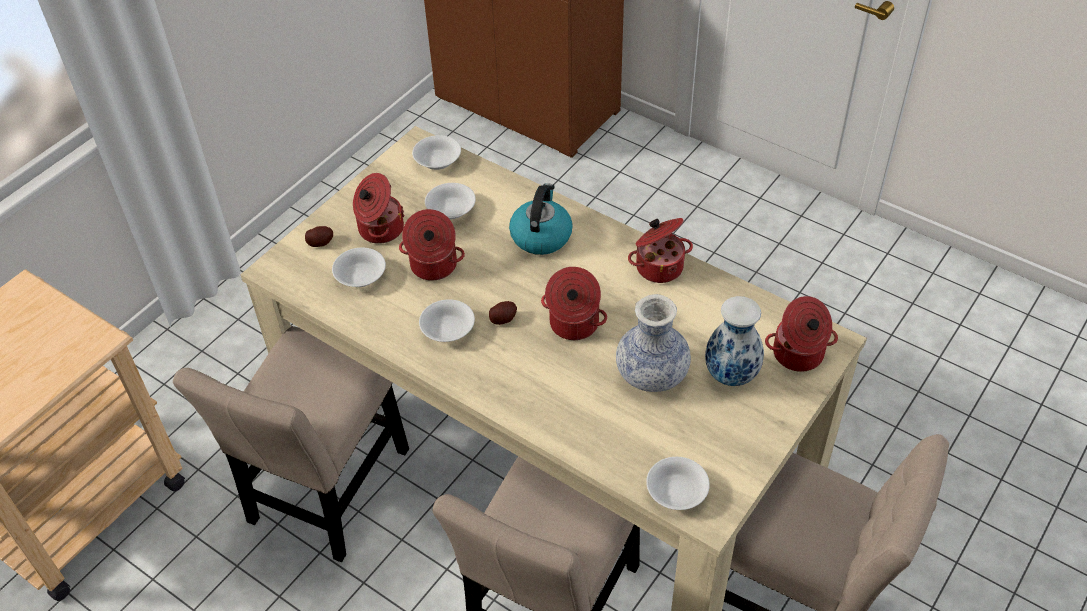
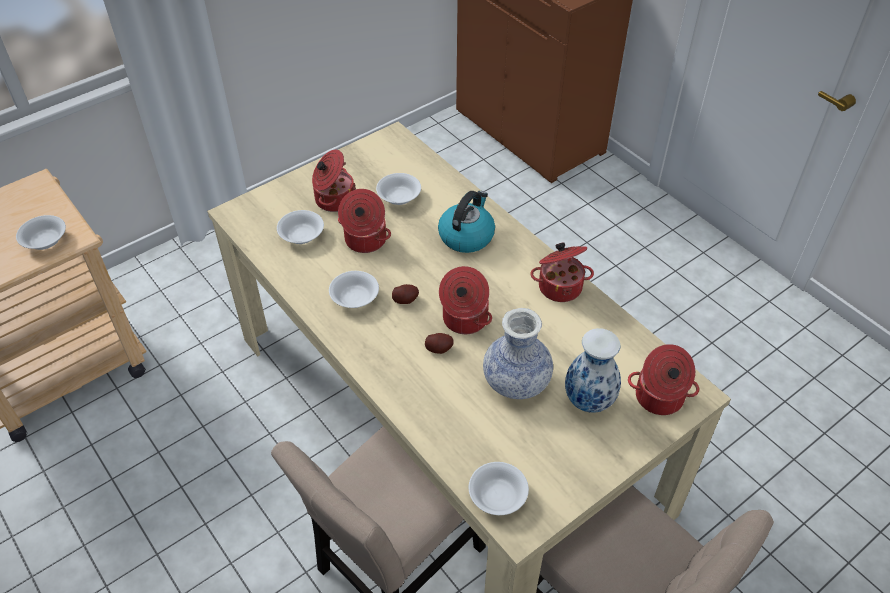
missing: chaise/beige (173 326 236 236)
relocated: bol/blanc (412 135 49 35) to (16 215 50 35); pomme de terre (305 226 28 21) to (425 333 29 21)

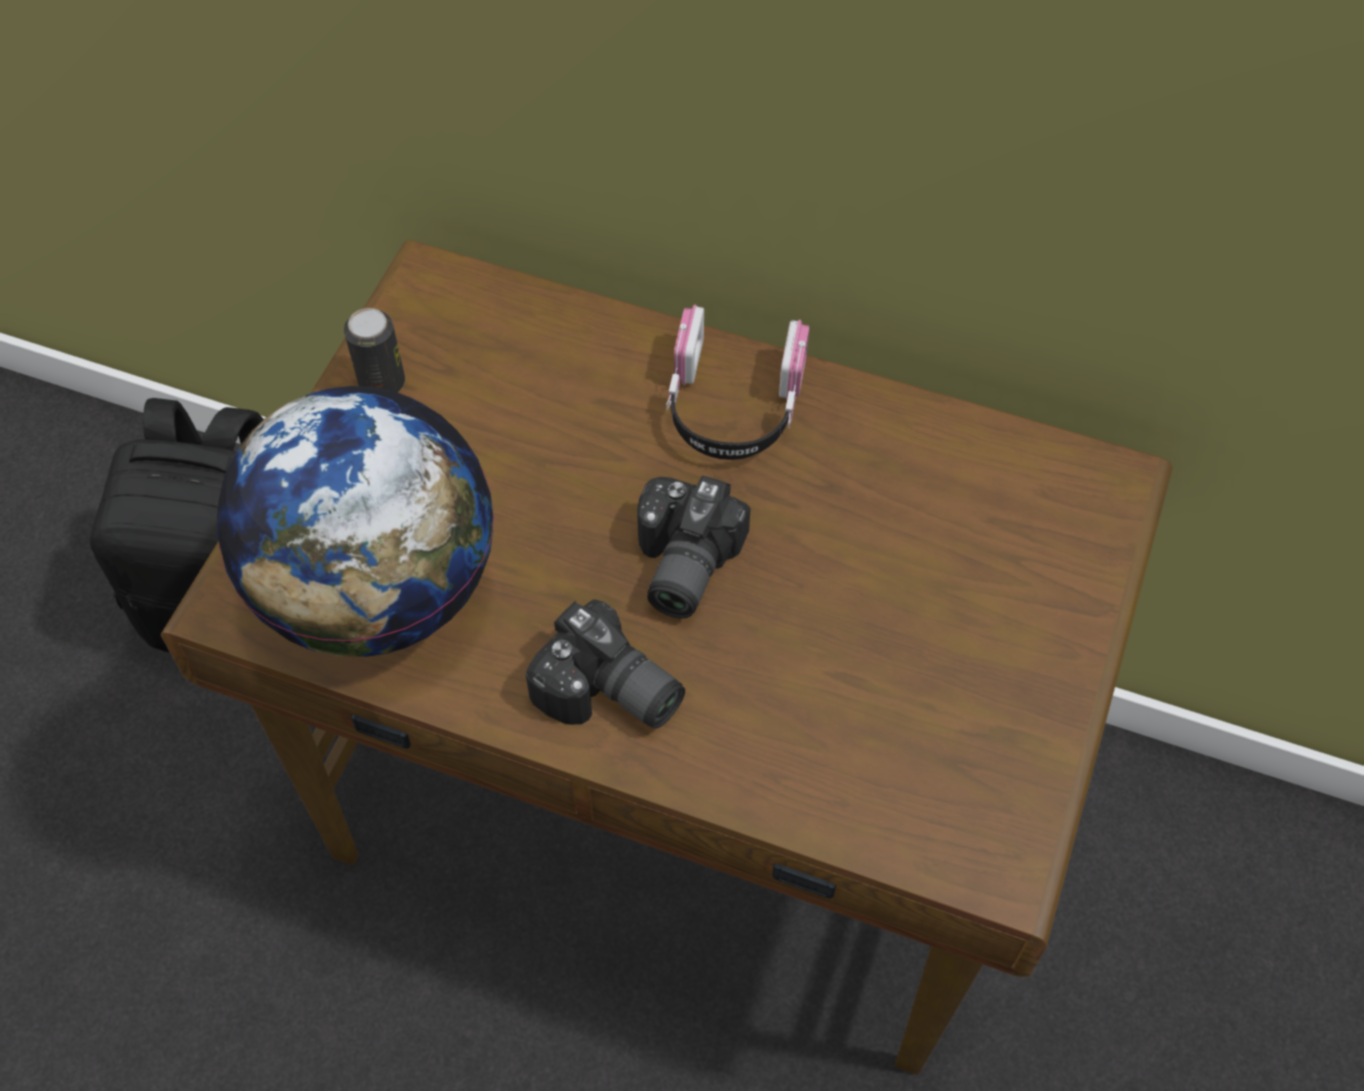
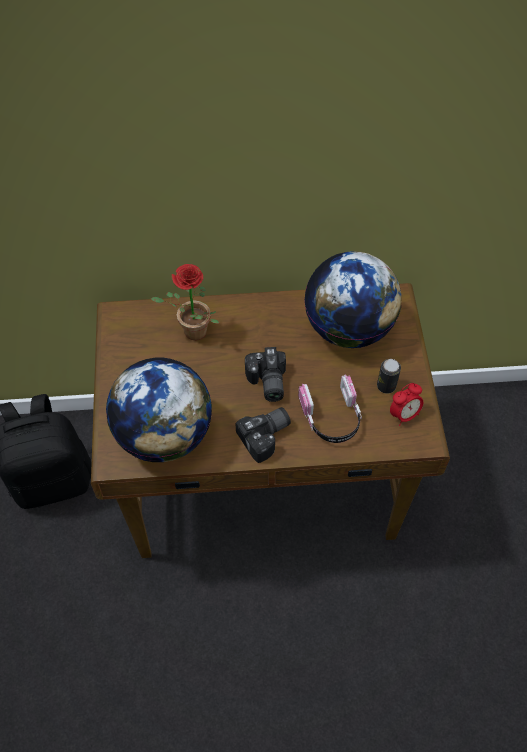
appeared: plante en pot (151 264 68 76); globe (305 251 97 97); réveil (390 383 33 43)
relocated: casque audio (666 305 143 155) to (298 374 64 69); boîte métallique (344 308 61 85) to (377 359 24 35)
spun: appareil photo (526 600 159 129) = (235 407 56 56) 45 degrees counterclockwise

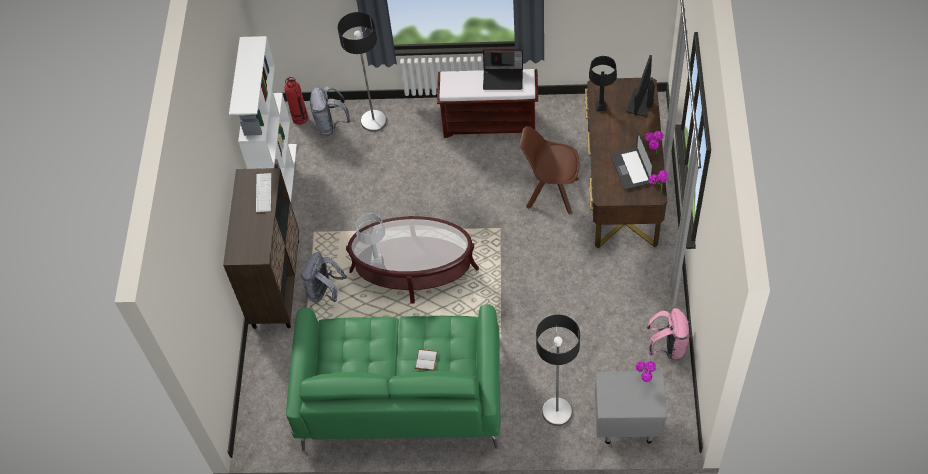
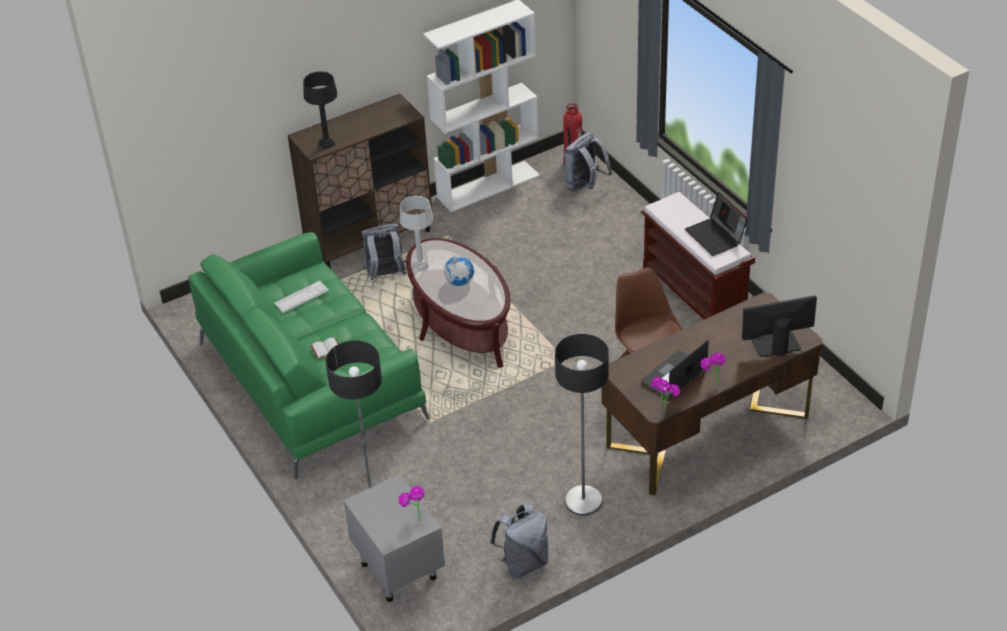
appeared: globe (442 255 33 32)
relocated: clavier (256 173 15 39) to (274 281 55 32); lampe de table/noir (589 56 28 55) to (303 71 34 78); lampadaire (338 12 49 120) to (555 334 54 182)
colour: sac à dos/rose (646 308 44 52) to sac à dos/gris (490 504 59 74)

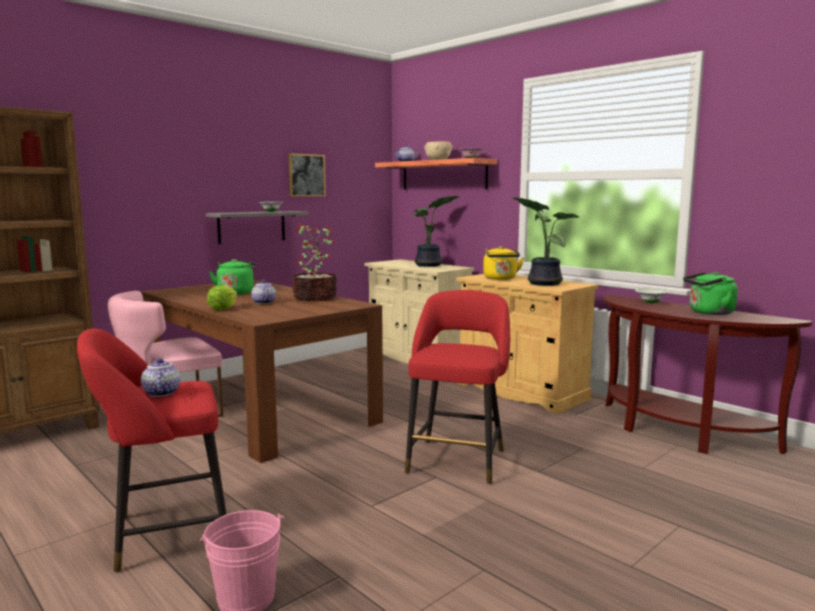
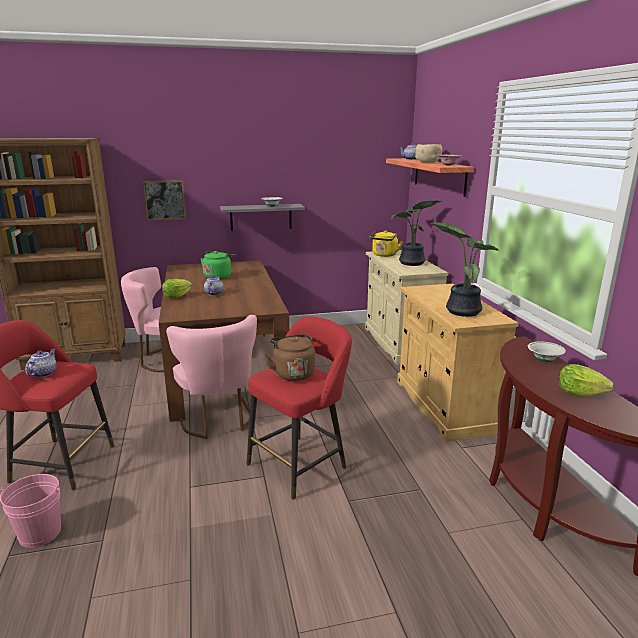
missing: plante en pot (292 224 45 77)
appeared: chaise/rose (166 315 91 124); bouilloire/marron (265 334 50 47)
relocated: tableau (288 153 38 43) to (143 180 43 40); bouilloire/jaune (483 246 41 34) to (370 231 33 26)
exchanged: bouilloire/vert (683 272 55 43) to laitue (559 364 55 32)

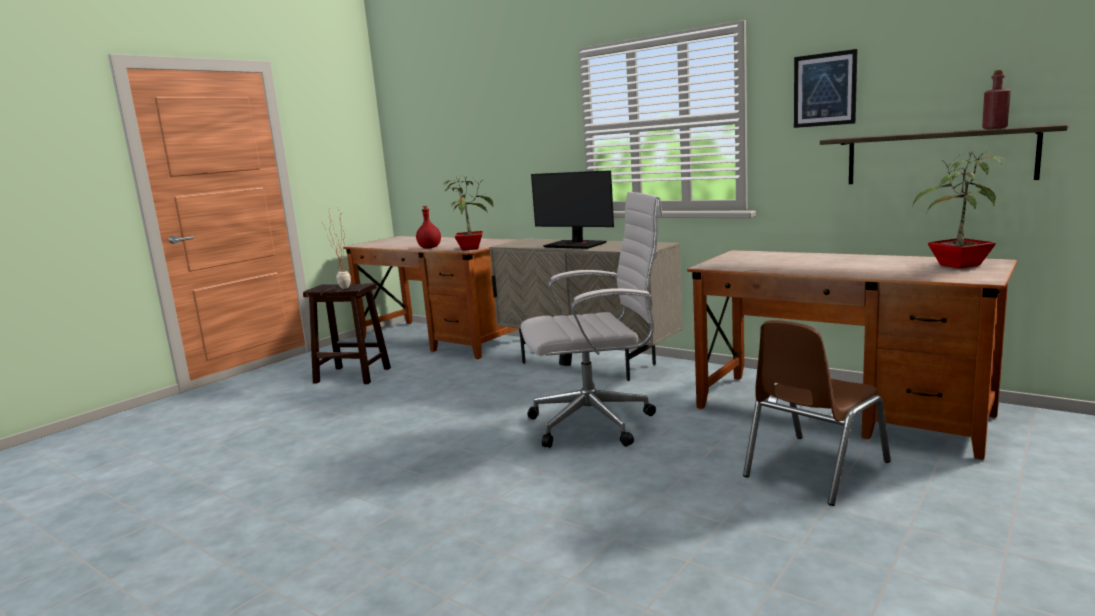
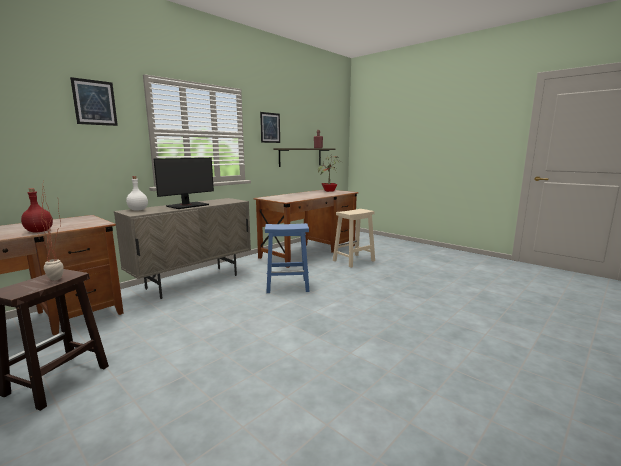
missing: plante en pot (444 176 50 74)
appeared: tableau (70 77 48 49); bouteille/blanc (126 176 22 35)
exchanged: chaise de bureau/blanc (521 192 142 256) to tabouret/bleu (265 223 45 70); chaise/marron (743 320 148 186) to tabouret/beige (333 209 42 59)

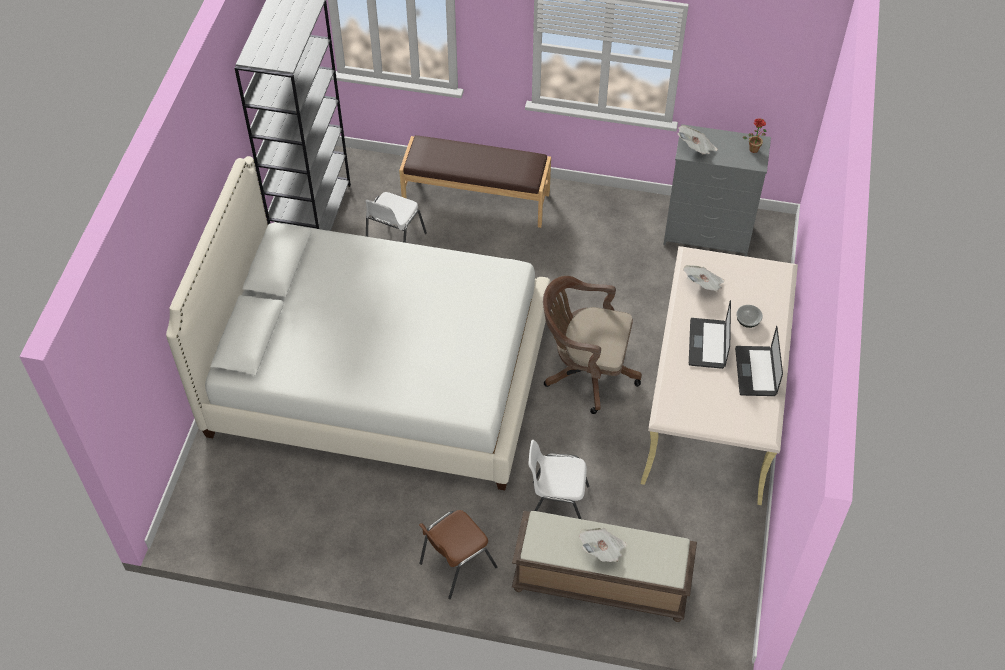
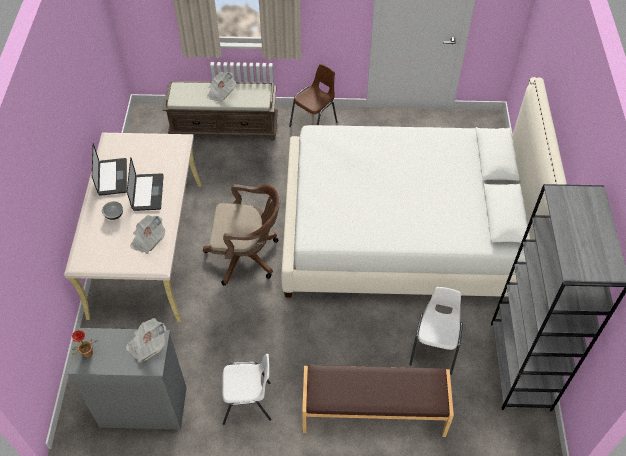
relocated: chaise/blanc (528 440 62 79) to (222 354 50 71)

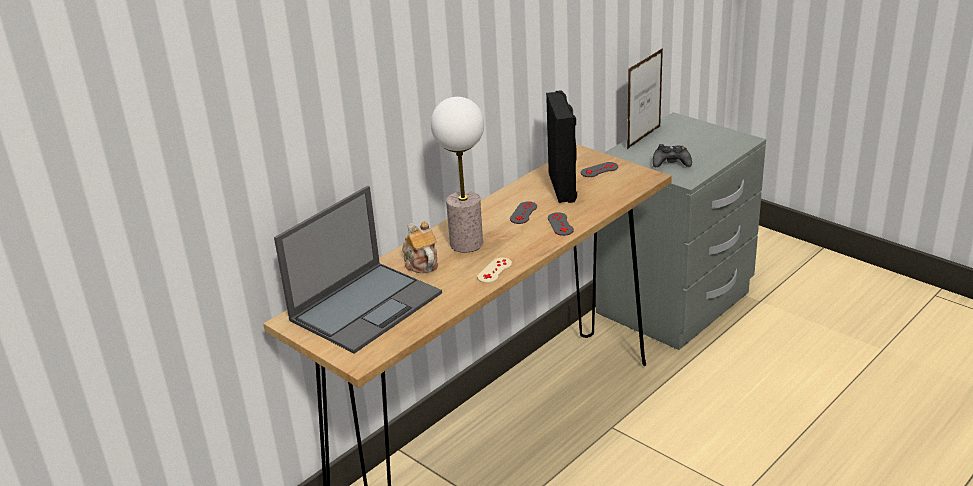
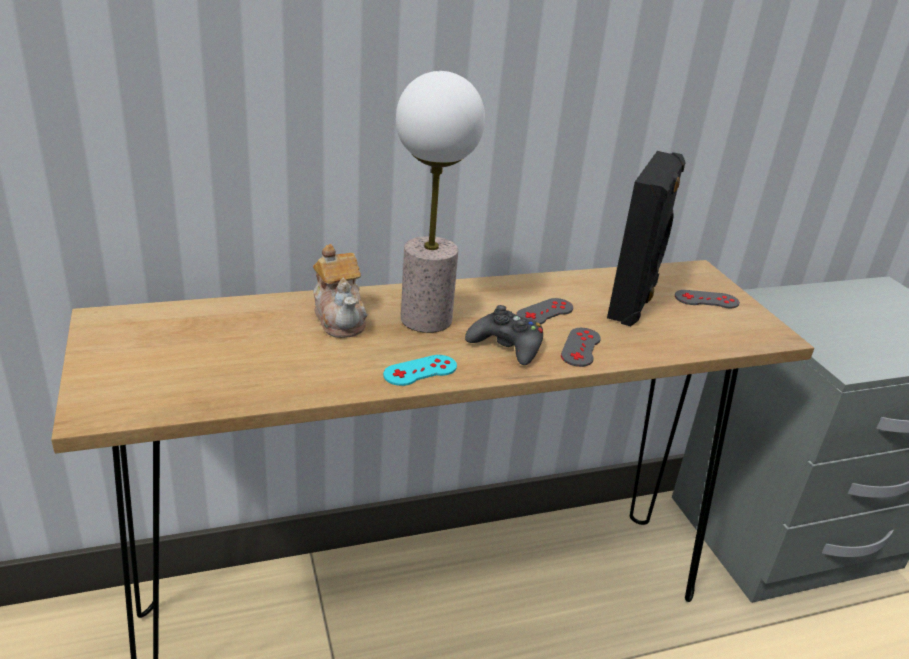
missing: ordinateur portable (274 186 168 167); cadre photo (627 48 36 101)
relocated: manette/noir (653 144 39 23) to (465 305 78 60)
colour: manette/beige (477 258 35 25) to manette/turquoise (383 355 74 31)
spun: théière (402 221 36 52) = (313 244 55 94) 150 degrees clockwise

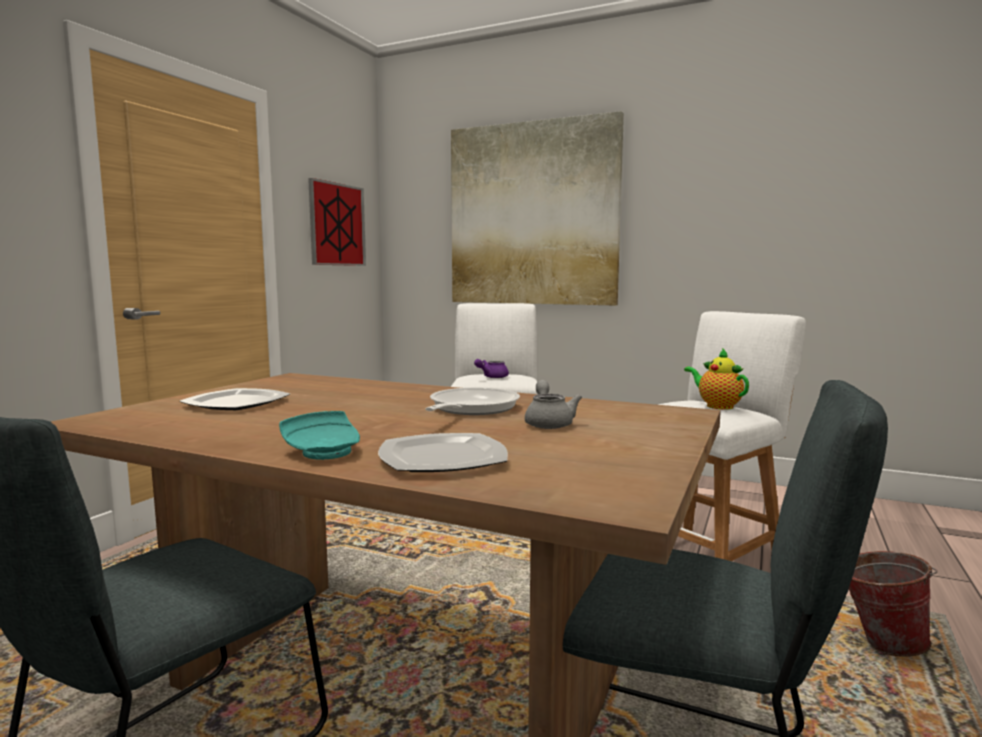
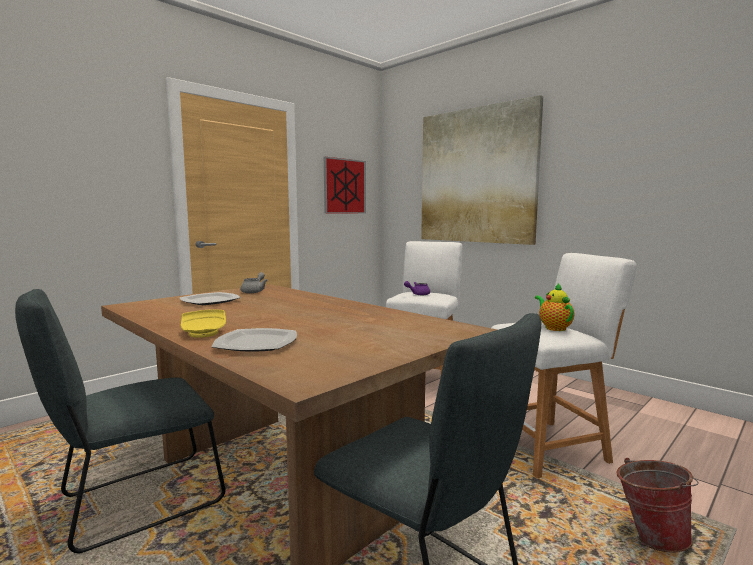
missing: poêle (425 387 95 28)
relocated: théière/gris (525 380 57 49) to (240 272 27 21)
colour: assiette/turquoise (279 411 81 49) to assiette/jaune (181 309 45 29)

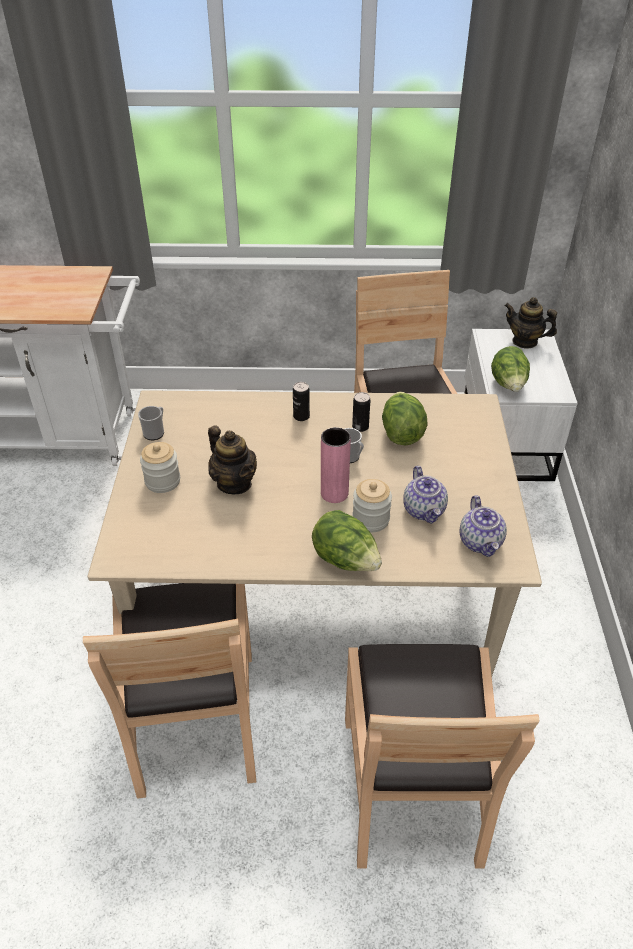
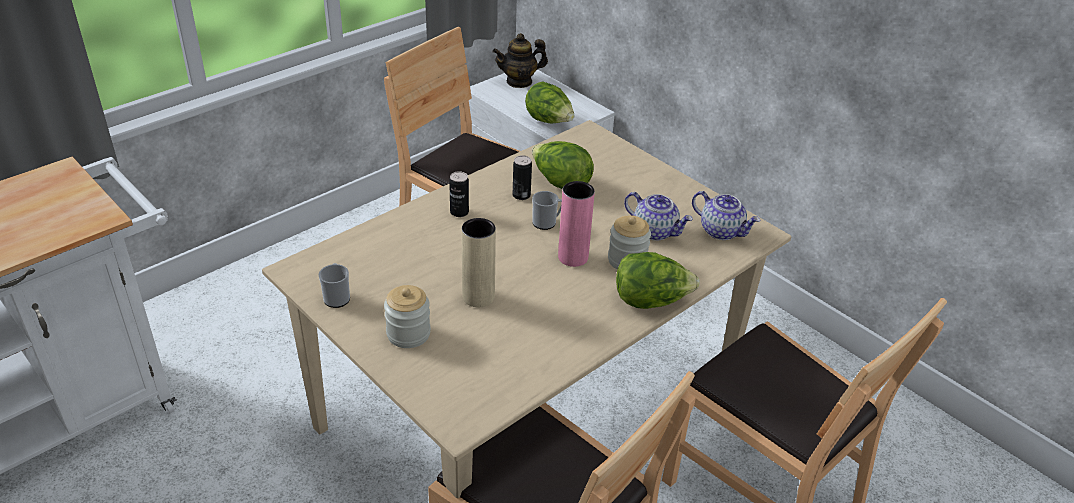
exchanged: théière (208 425 49 69) to vase/beige (461 218 35 89)

